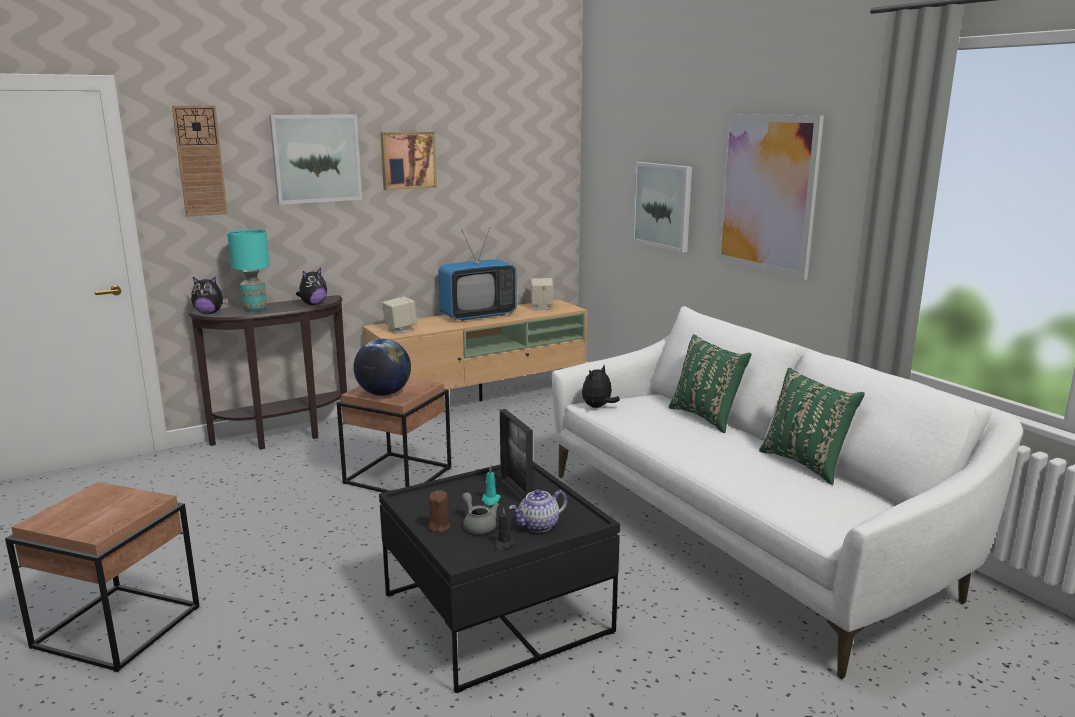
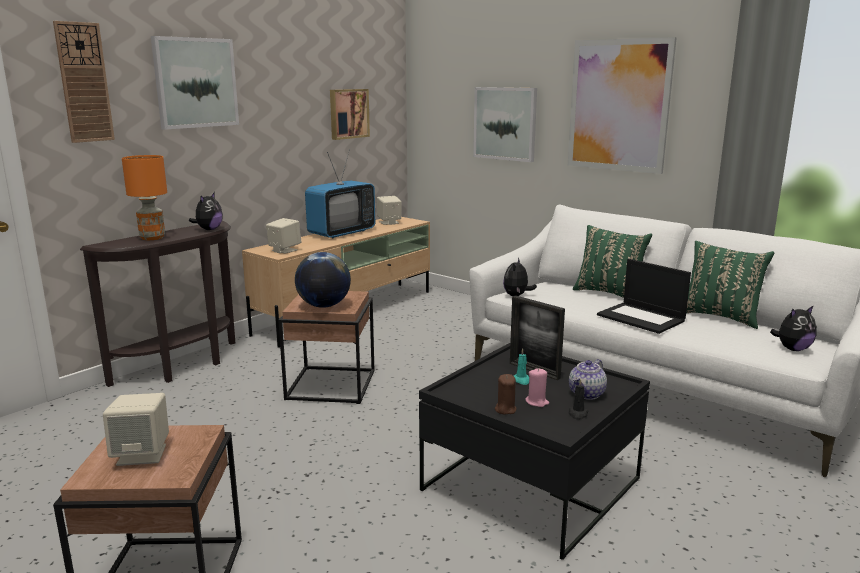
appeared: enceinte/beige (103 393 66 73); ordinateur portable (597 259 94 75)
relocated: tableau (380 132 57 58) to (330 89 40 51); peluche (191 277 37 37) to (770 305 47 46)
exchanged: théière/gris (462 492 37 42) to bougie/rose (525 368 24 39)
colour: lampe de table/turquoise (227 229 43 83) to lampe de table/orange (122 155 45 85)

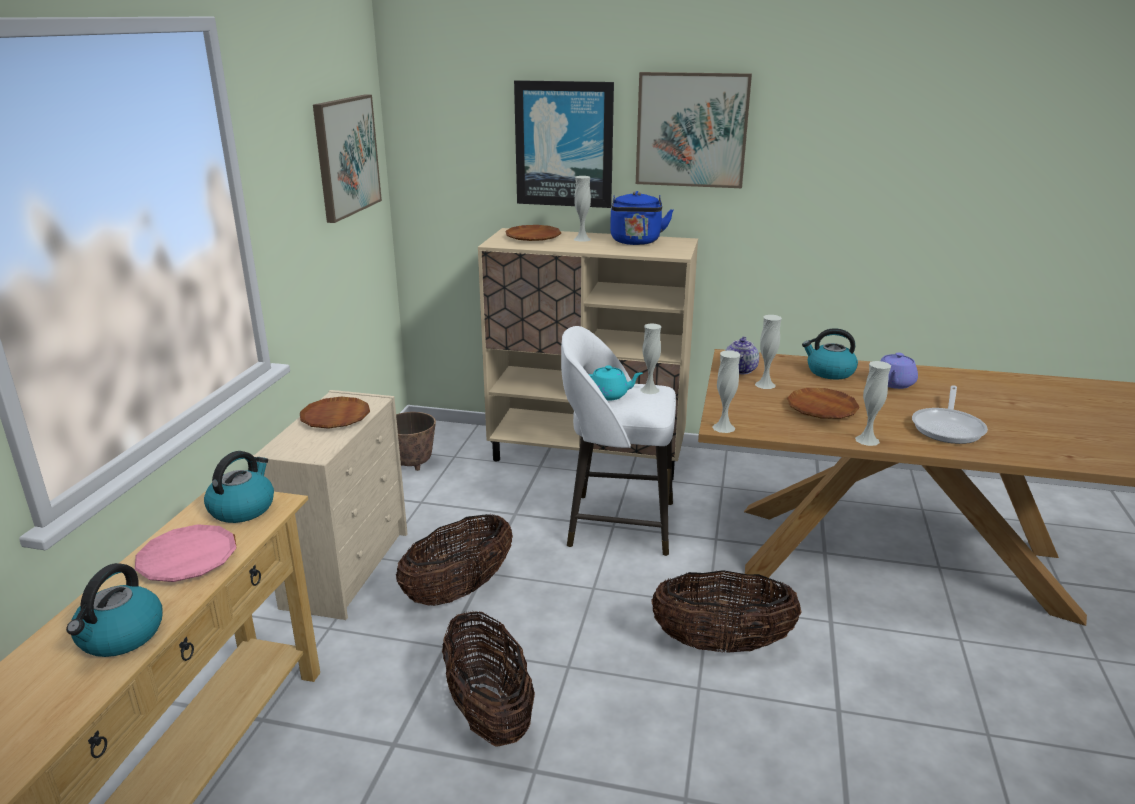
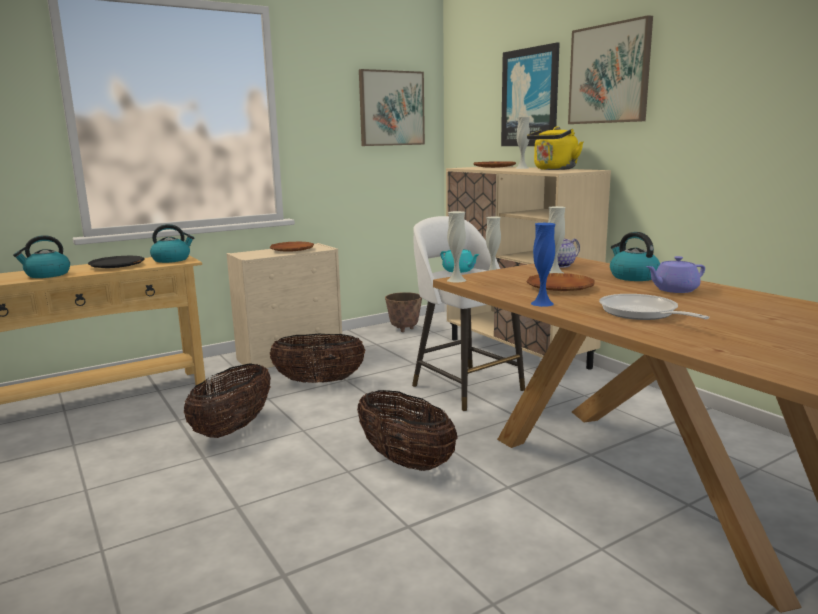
colour: assiette/rose (135 524 101 58) to assiette/noir (88 255 56 13); bouilloire/bleu (610 191 63 54) to bouilloire/jaune (527 126 56 44); vase/blanc (855 361 36 85) to vase/bleu (531 223 25 84)
spun: poêle (912 385 76 59) = (599 294 111 26) 90 degrees clockwise

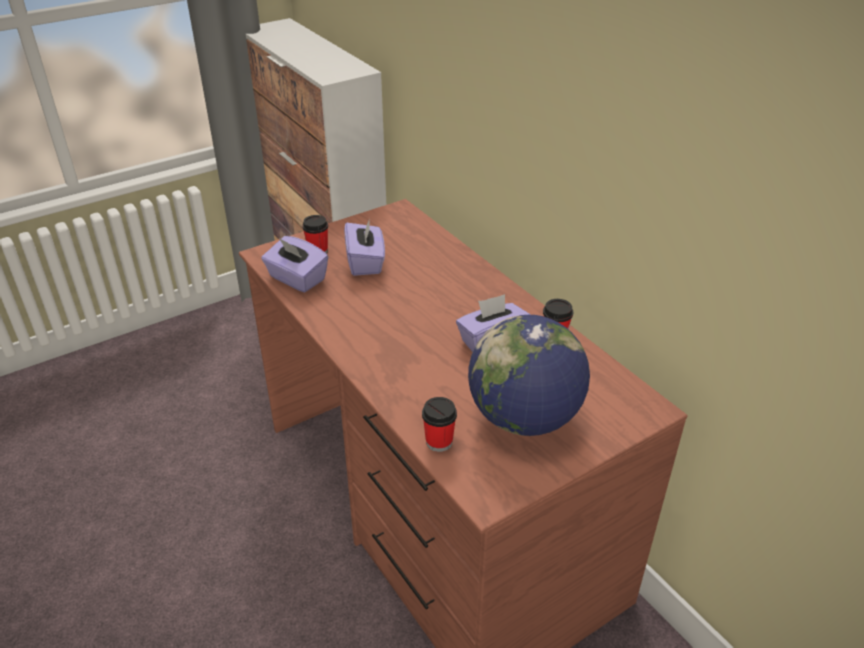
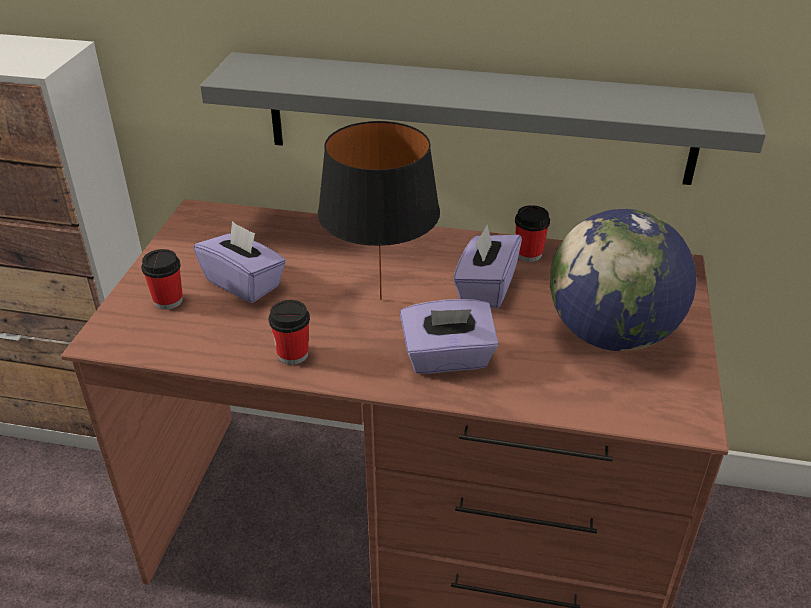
appeared: étagère/gris (200 52 566 133); lampe de table/noir (318 121 122 179)
relocated: tasse (422 397 35 55) to (269 300 41 65); boîte à mouchoirs/violet (261 236 67 56) to (400 299 99 75)

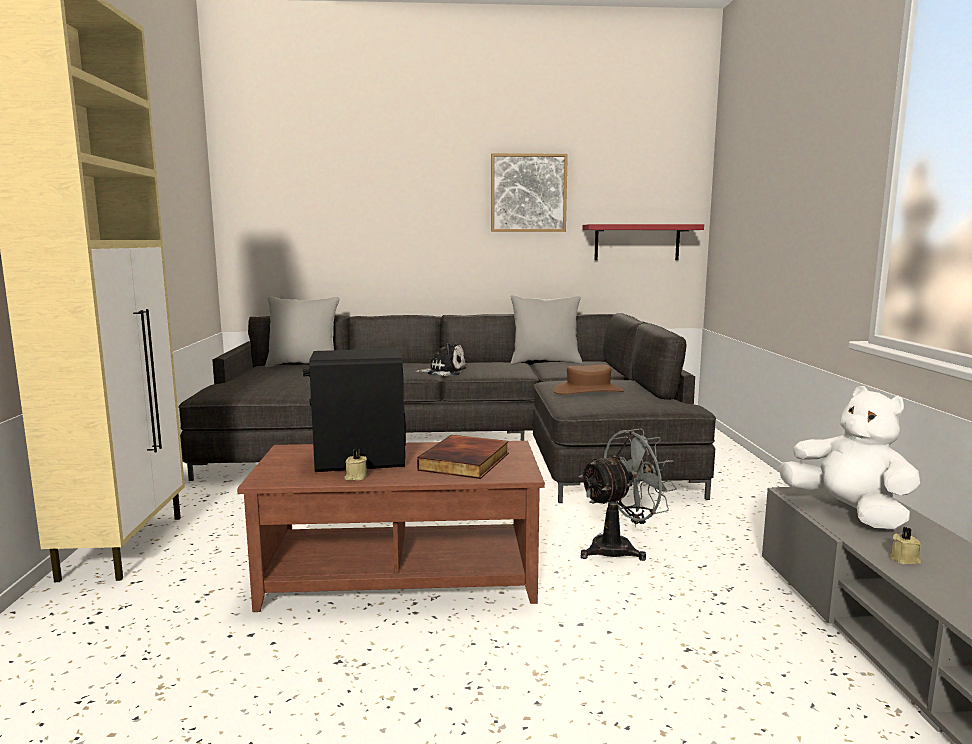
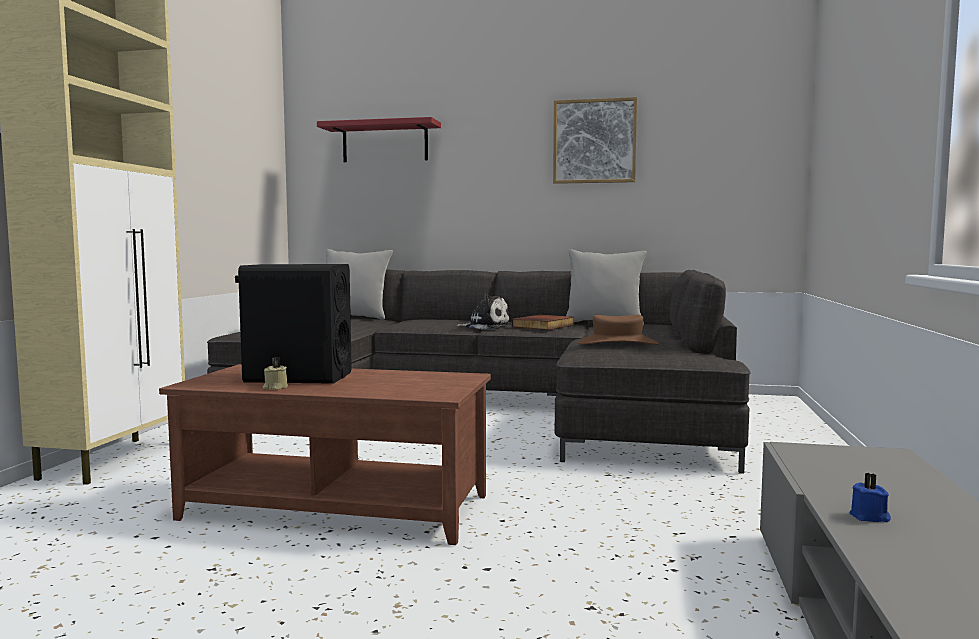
missing: ventilateur/gris (579 429 98 132); peluche/blanc (779 386 141 144)
relocated: étagère/rouge (582 224 122 36) to (317 117 124 45); livre (417 435 92 44) to (512 315 62 15)
colour: bougie/beige (890 527 31 37) to bougie/bleu (850 473 41 49)

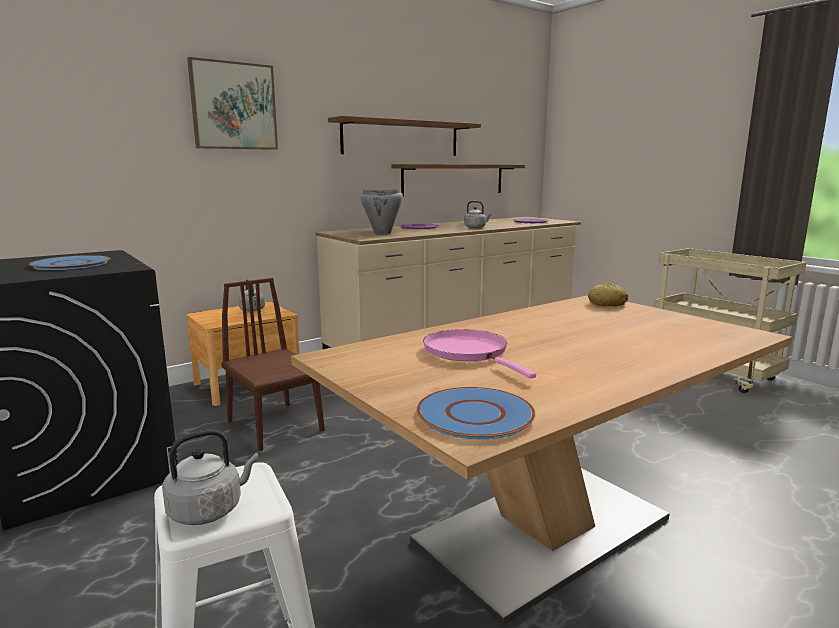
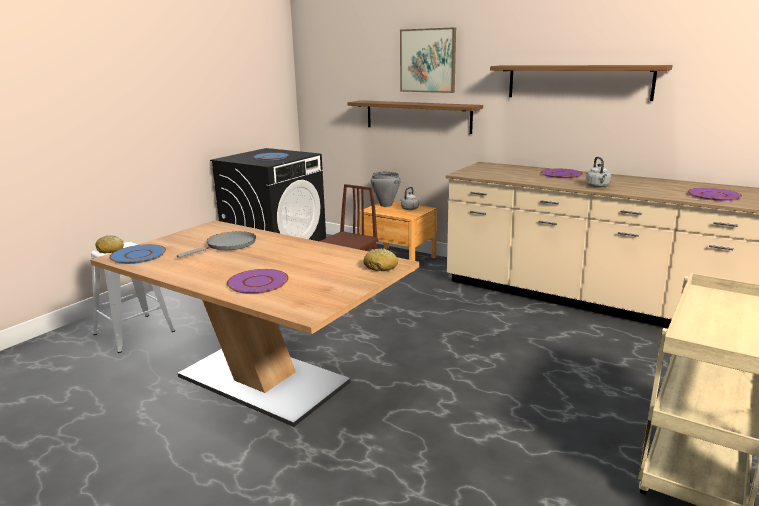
appeared: assiette/violet (227 269 62 25)
relocated: étagère (391 164 134 32) to (347 100 136 34); marmite/gris (361 189 42 46) to (371 172 30 35)
exchanged: bouilloire/gris (162 429 97 96) to pain (95 235 29 18)
colour: poêle/rose (423 329 113 50) to poêle/gris (177 231 79 27)

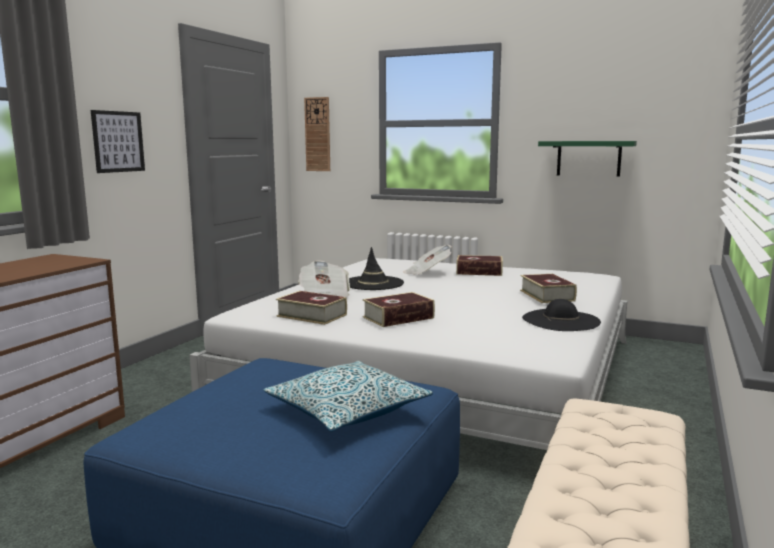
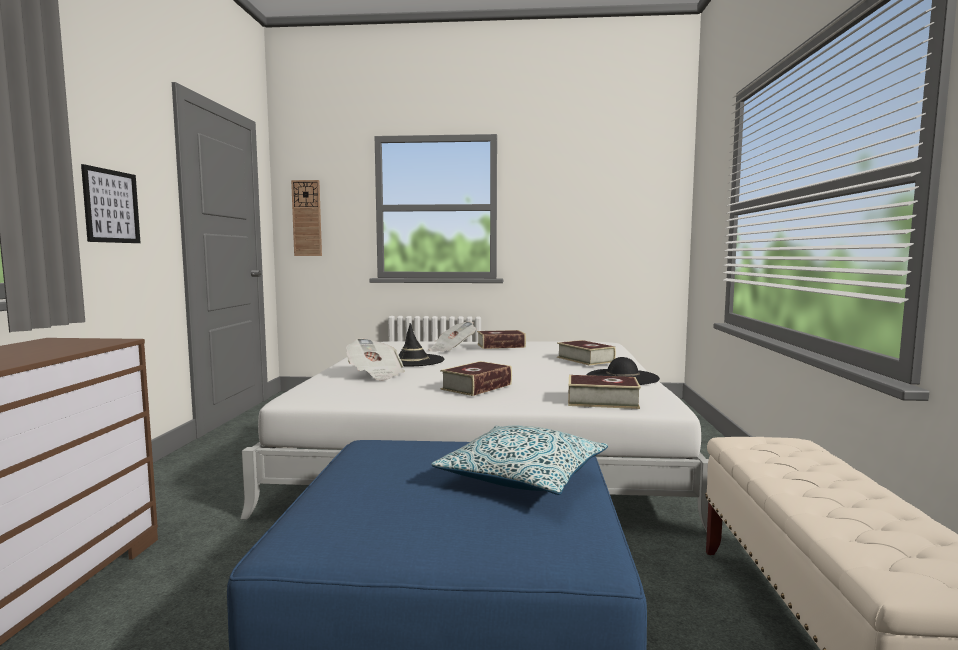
missing: étagère/vert (538 141 99 36)
relocated: livre (276 291 71 34) to (568 375 73 34)

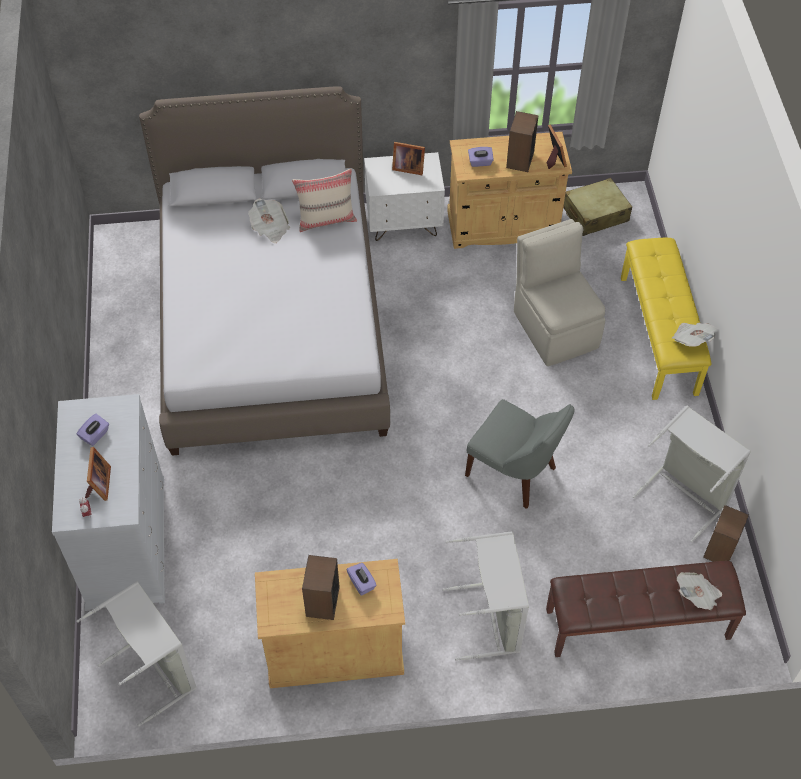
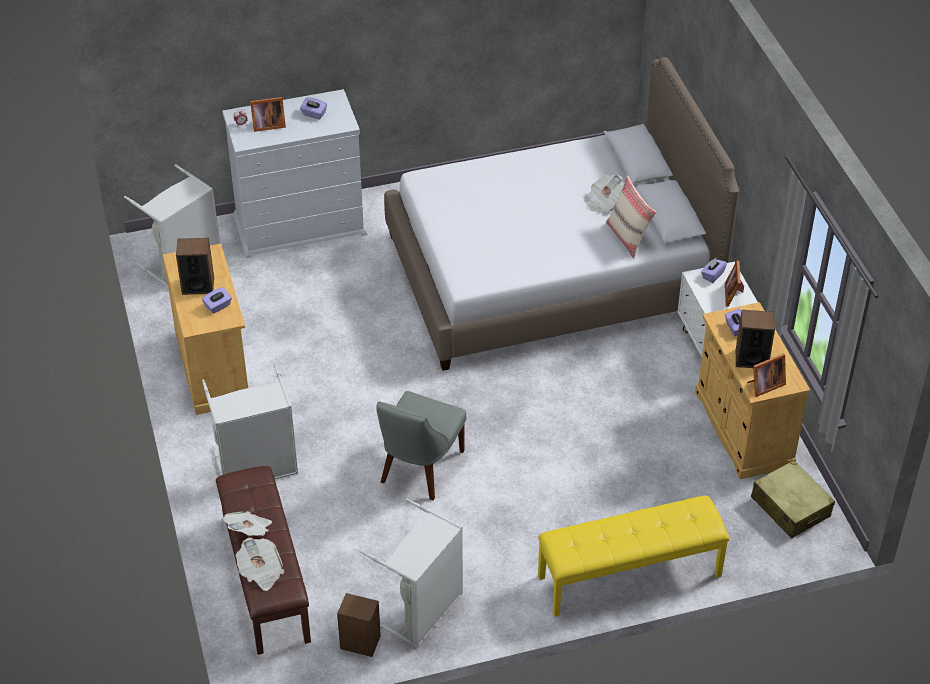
missing: chaise/beige (514 219 91 147)
appeared: boîte à mouchoirs/violet (701 258 26 25)
relocated: journal (672 323 45 24) to (223 511 49 25)

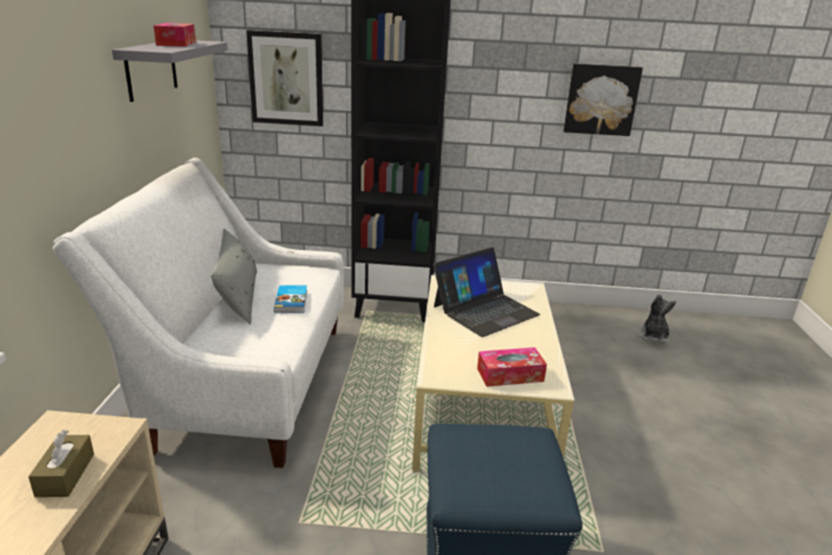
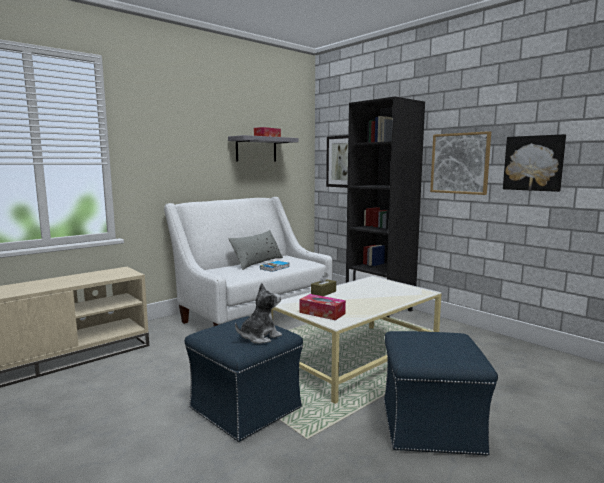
missing: ordinateur portable (433 247 107 90)
appeared: pouf/bleu (384 331 114 125); tableau (430 131 61 64)
relocated: peluche (639 294 37 50) to (235 283 47 61); boîte à mouchoirs/marron (28 430 66 67) to (311 273 25 23)

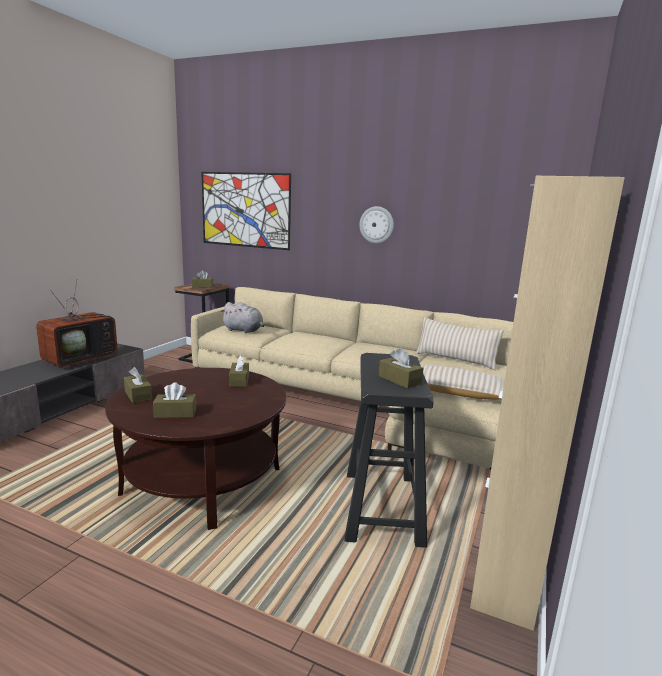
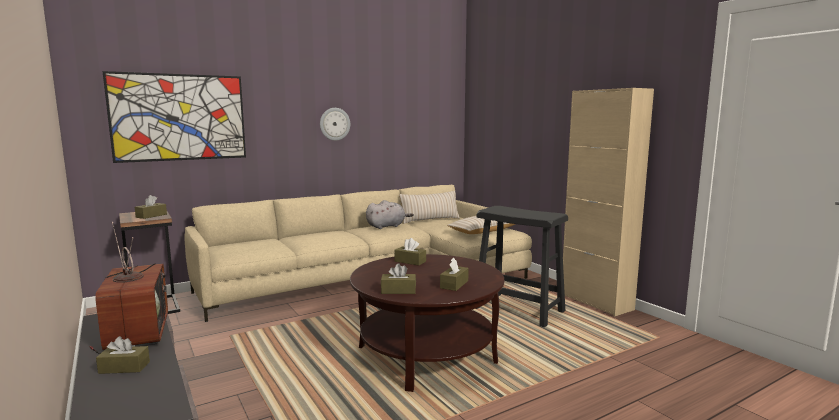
relocated: boîte à mouchoirs/marron (379 348 44 41) to (96 336 54 38); peluche/gris (220 302 44 32) to (366 200 48 29)

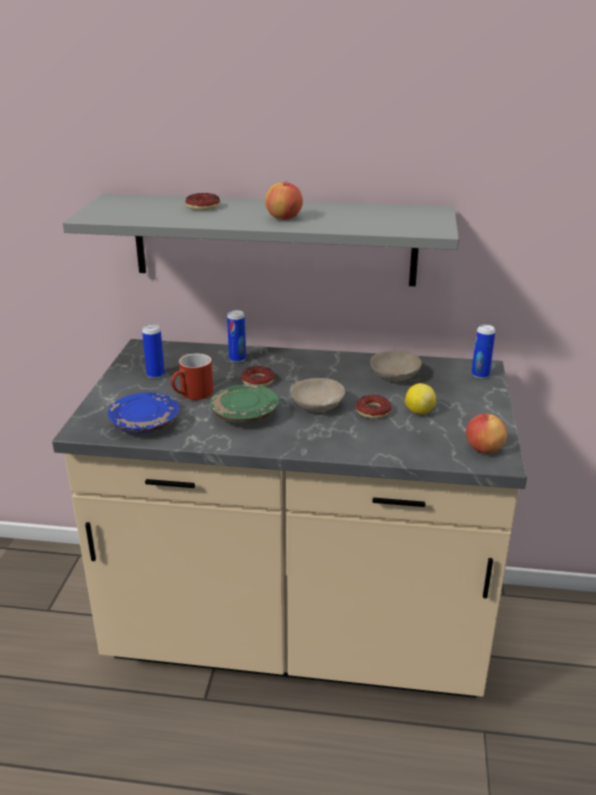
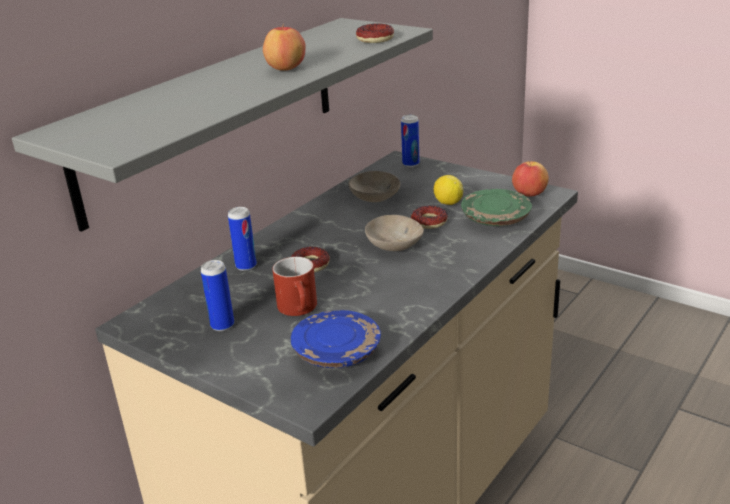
relocated: beignet (185 193 35 18) to (356 23 38 20); assiette/vert (210 384 69 39) to (461 189 71 37)

